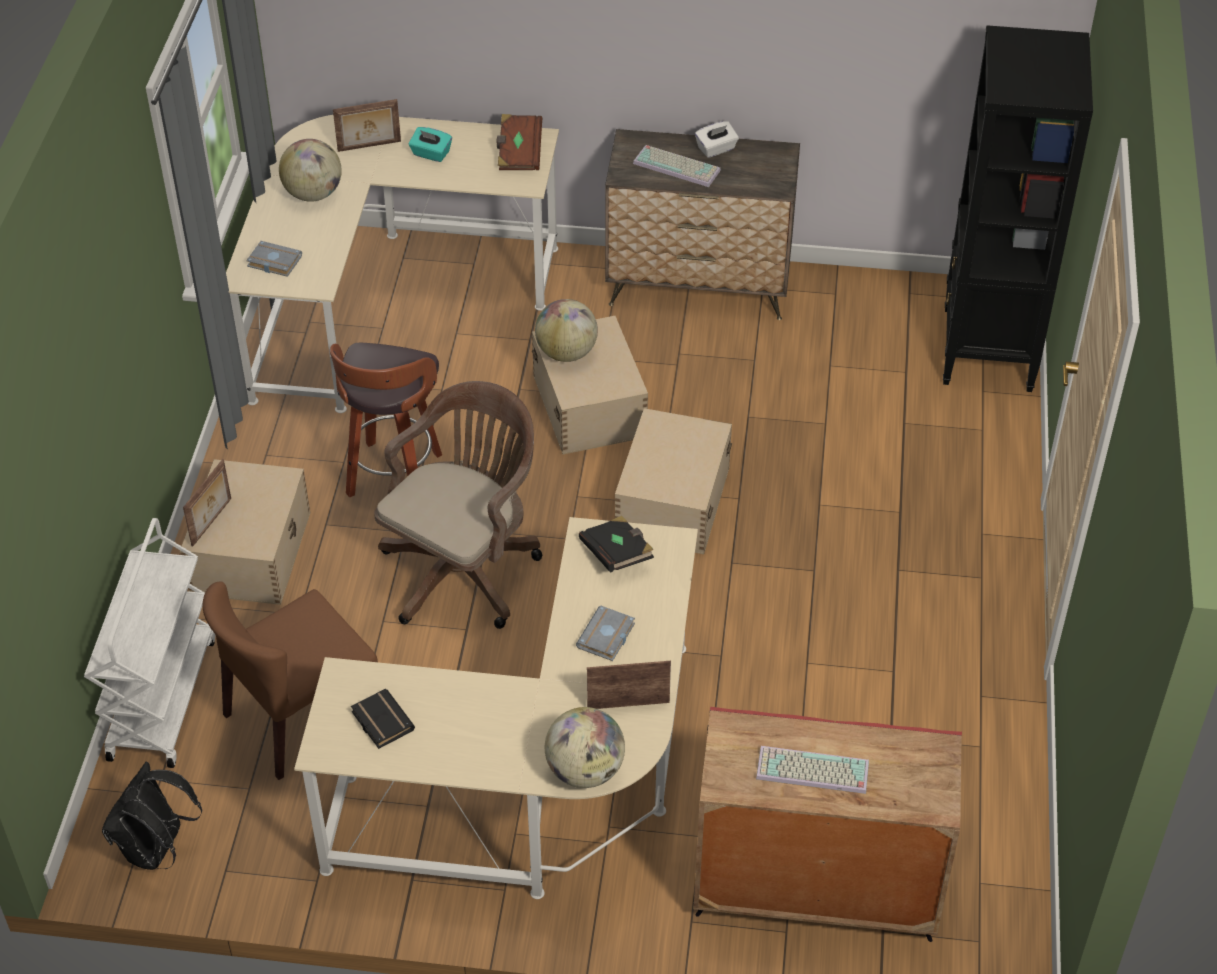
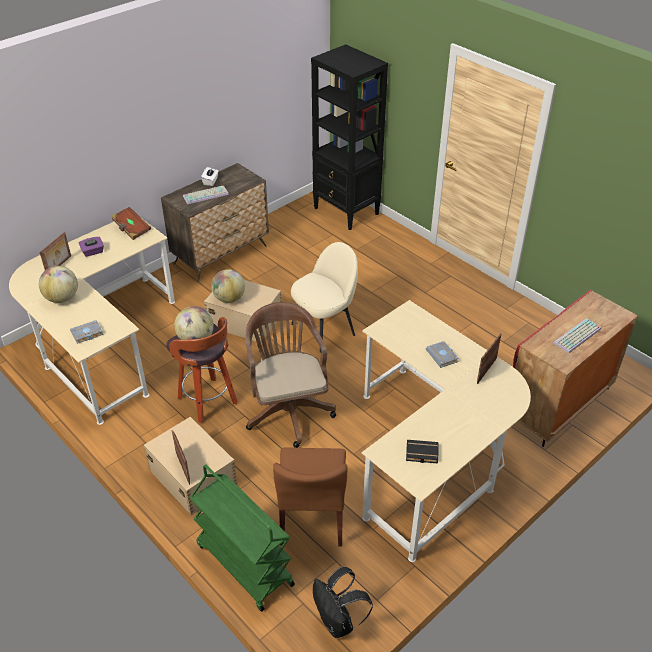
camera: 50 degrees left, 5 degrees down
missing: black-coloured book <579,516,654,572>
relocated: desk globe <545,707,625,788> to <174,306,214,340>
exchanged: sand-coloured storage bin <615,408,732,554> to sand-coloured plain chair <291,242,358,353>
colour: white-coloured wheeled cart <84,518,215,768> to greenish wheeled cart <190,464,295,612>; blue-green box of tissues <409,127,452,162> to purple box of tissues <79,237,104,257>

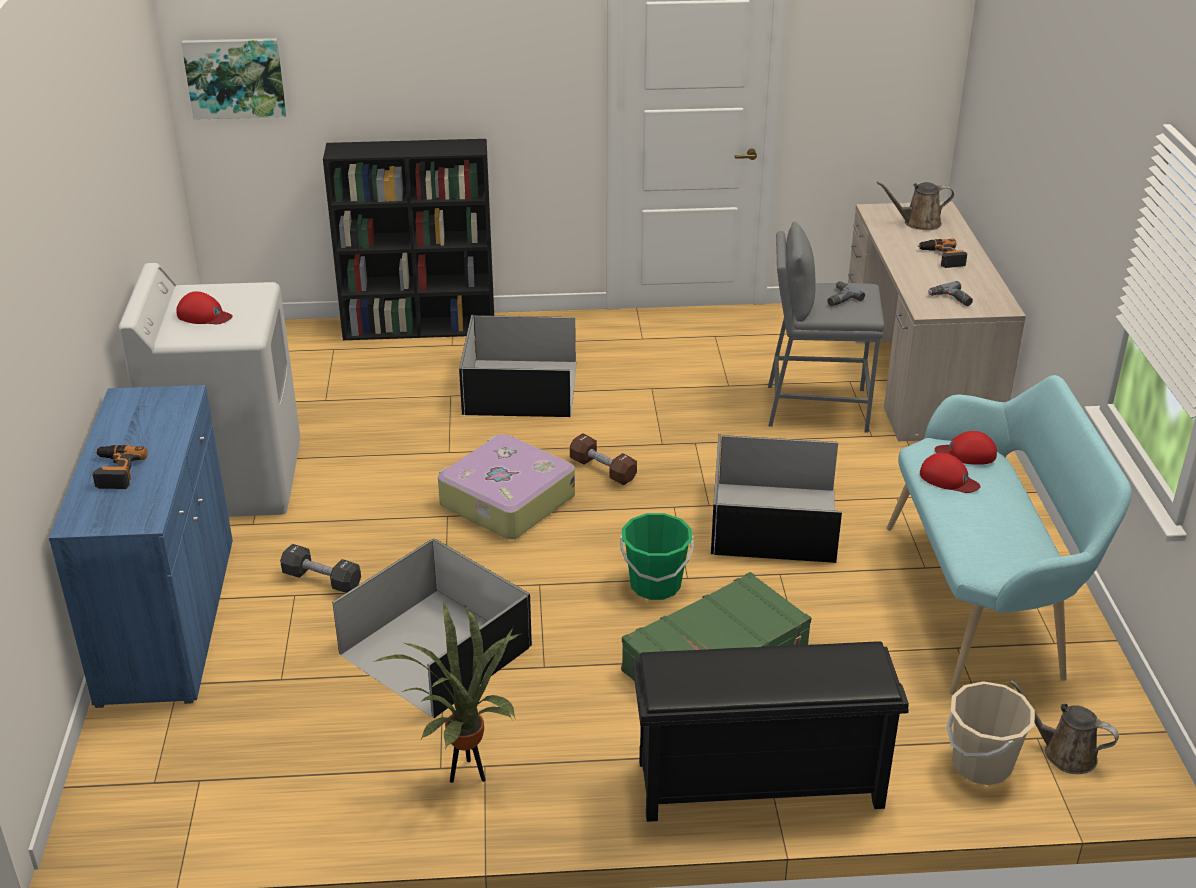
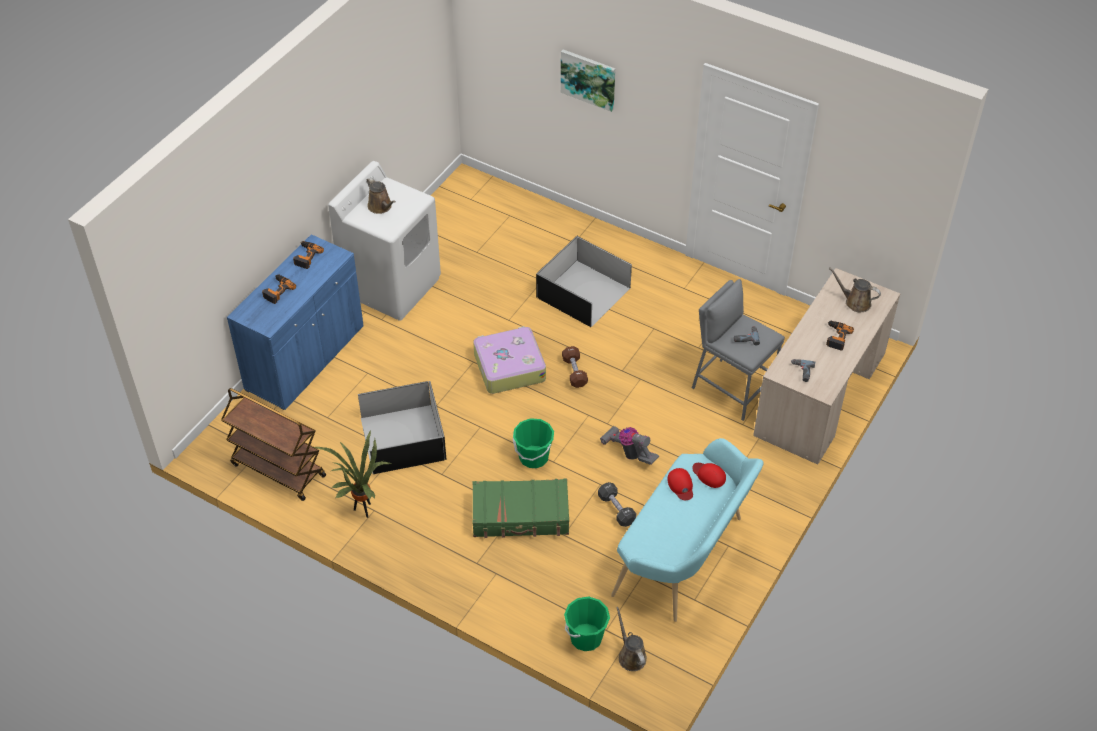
camera: 35 degrees right, 15 degrees up
missing: black-coloured bookshelf <323,139,494,340>; black-coloured shoe stand <632,641,909,822>
appeared: brown-coloured wheeled cart <221,388,326,501>; power drill <293,241,324,269>
relocated: picture <181,38,286,120> to <561,49,615,112>; black-coloured free weight <280,544,361,593> to <598,482,636,527>
exchanged: red peaked cap <176,291,233,324> to brown-coloured watering can <367,177,396,214>; black-coloured storage bin <711,434,842,563> to vacuum cleaner <600,426,659,465>
colour: sand-coloured water bucket <946,681,1035,785> to greenish water bucket <564,596,610,651>

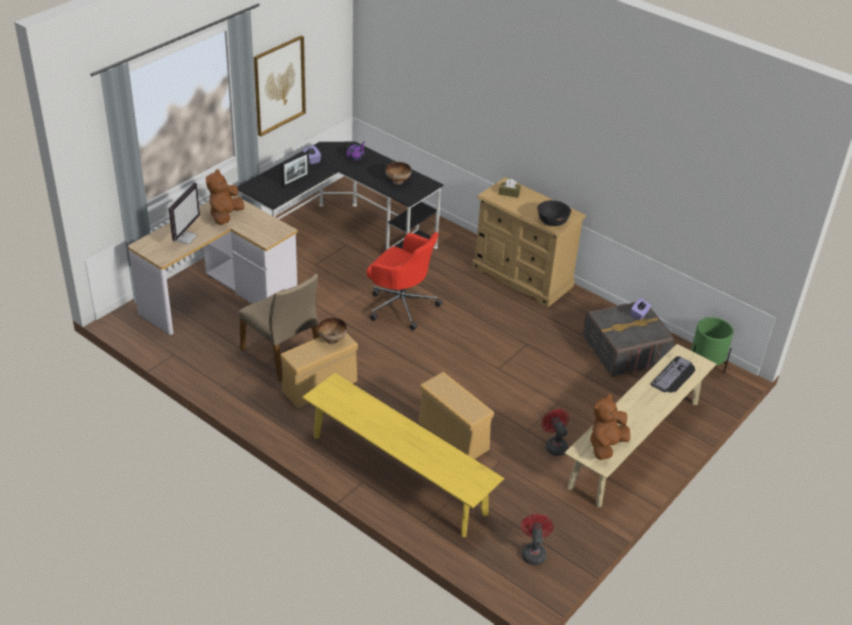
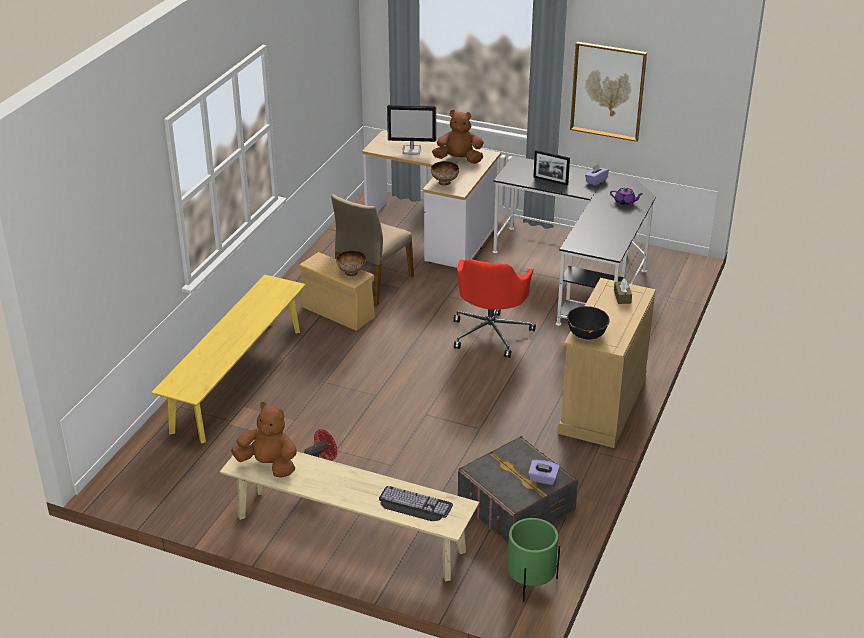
camera: 75 degrees right, 5 degrees down
missing: sand-coloured storage bin <418,372,494,459>; red cooling fan <521,514,553,565>
relocated: serving bowl <386,162,411,185> to <431,161,459,186>

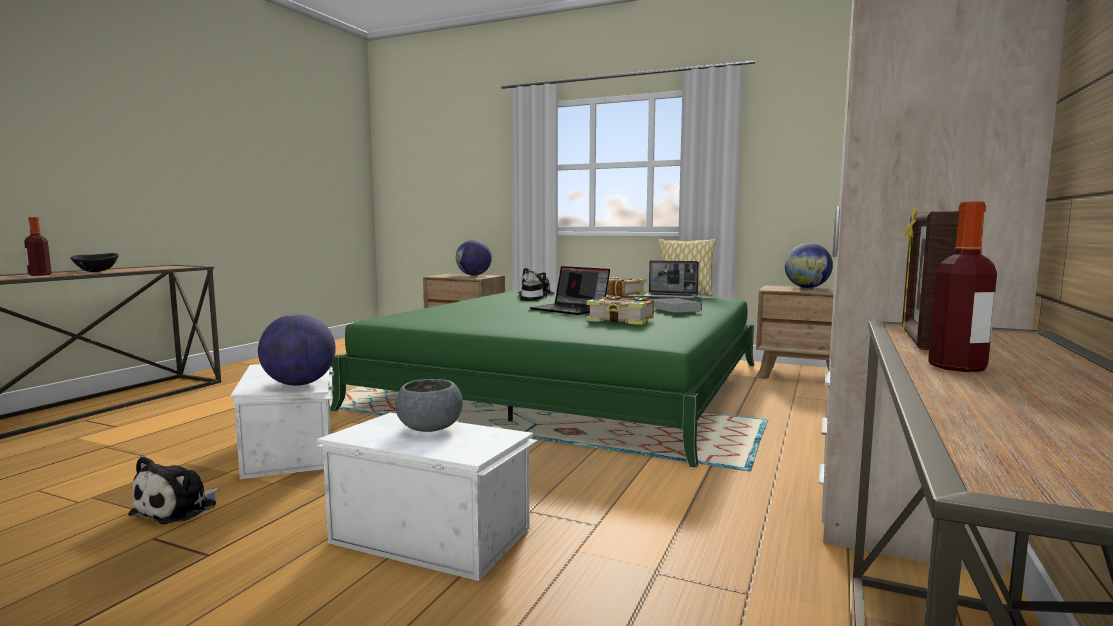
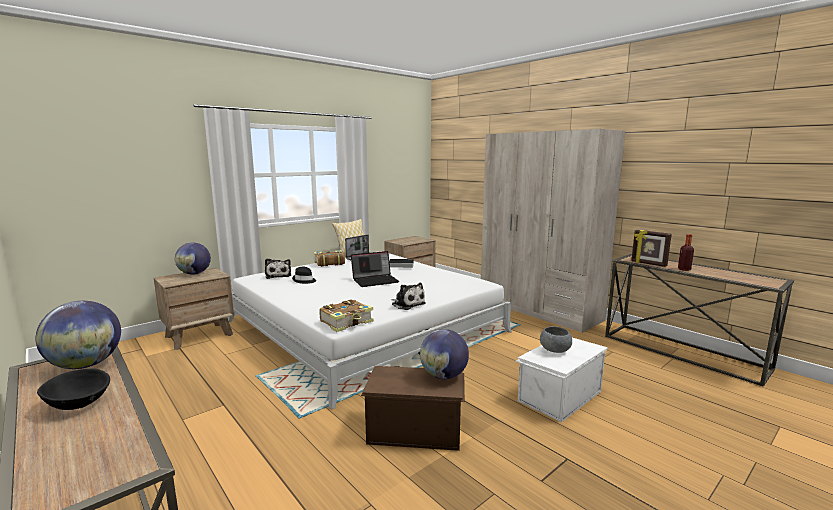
camera: 65 degrees left, 5 degrees up
missing: drink bottle <24,217,52,276>
relocated: plush toy <128,456,220,524> to <391,283,426,310>; book <587,296,654,325> to <319,299,374,332>; desk globe <785,243,833,288> to <36,301,121,369>
colour: white-coloured storage bin <230,364,334,479> to brown-coloured storage bin <361,366,465,451>; greenish bedroom bed <330,291,755,468> to white-coloured bedroom bed <228,252,512,410>

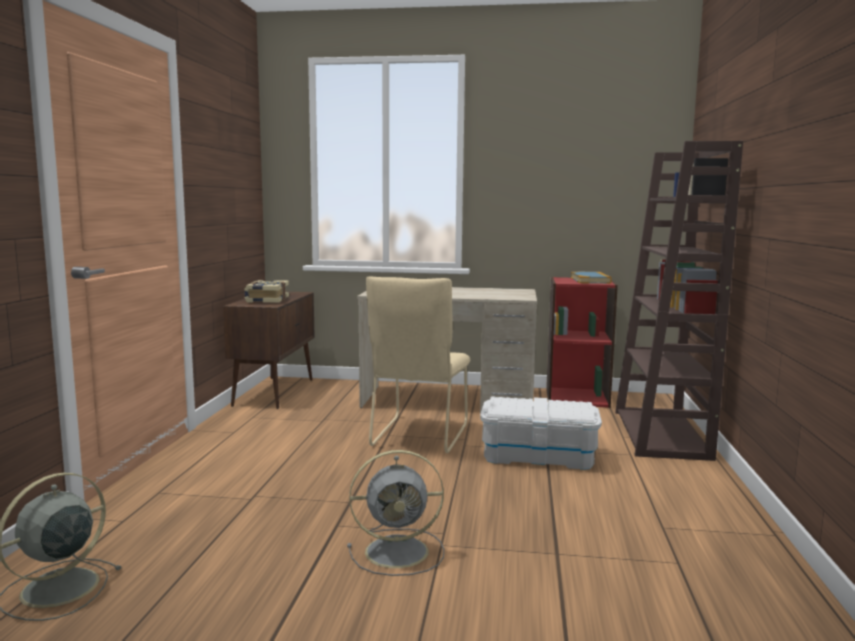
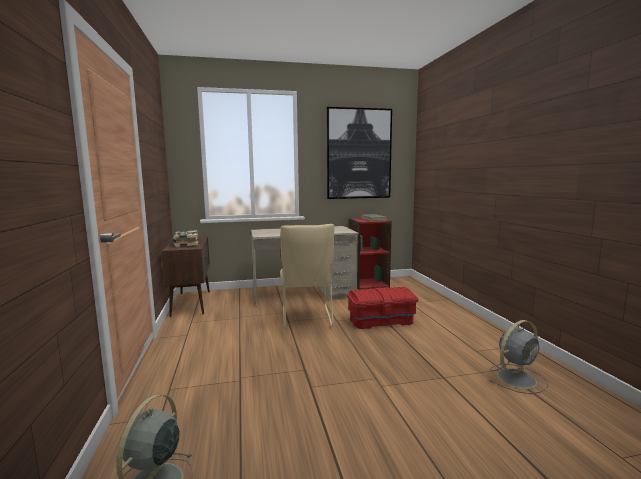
camera: 20 degrees left, 0 degrees up
missing: brown-coloured bookshelf <615,141,743,461>
appeared: picture <327,107,392,199>
relocated: greyish cooling fan <347,450,444,576> to <489,320,548,394>
colour: white-coloured storage bin <480,396,602,470> to red storage bin <347,287,418,329>

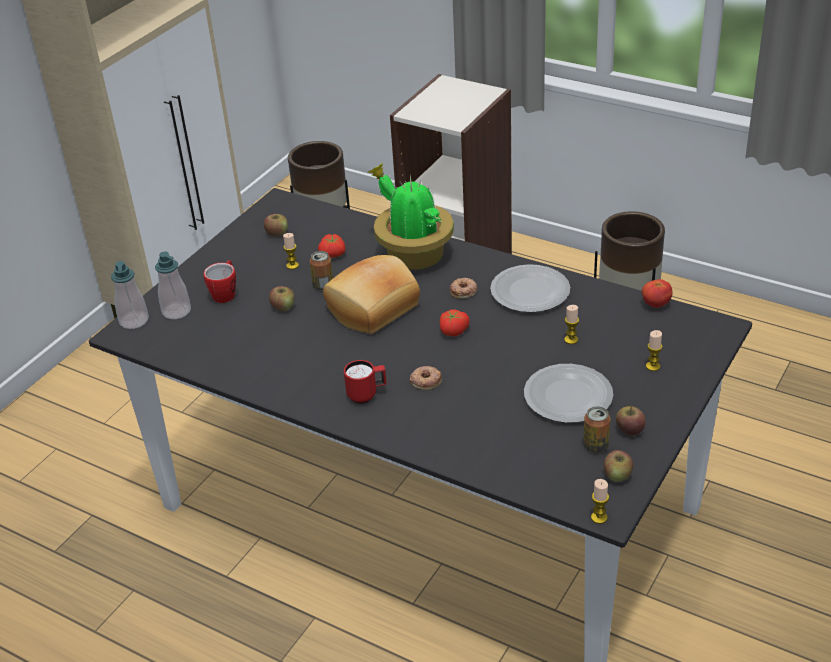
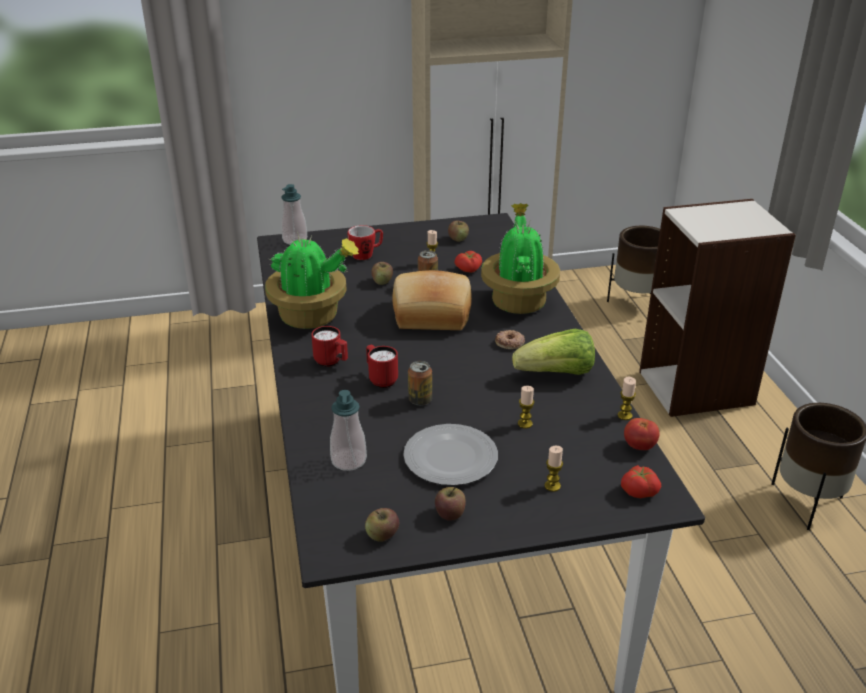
camera: 45 degrees right, 5 degrees down
appeared: plant in a pot <265,235,359,329>
relocated: soap bottle <155,252,191,319> to <330,390,367,471>; tomato <439,310,470,337> to <621,465,661,498>; metal can <583,406,610,453> to <408,361,432,405>; candle <591,479,609,524> to <618,377,636,420>
exchanged: donut <410,366,442,390> to red coffee mug <366,345,398,388>; dinner plate <490,264,570,312> to lettuce head <512,329,595,375>

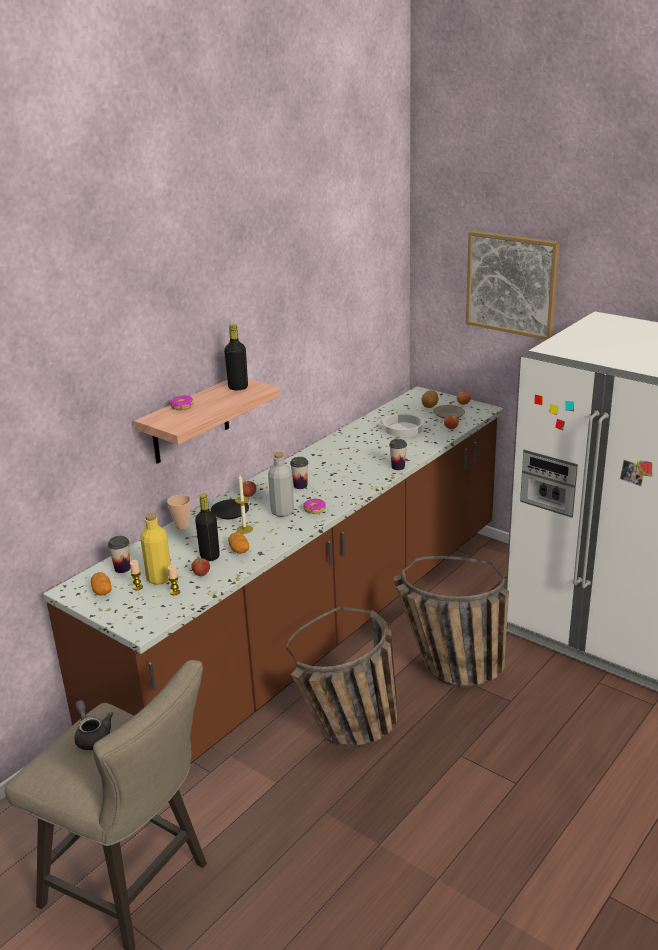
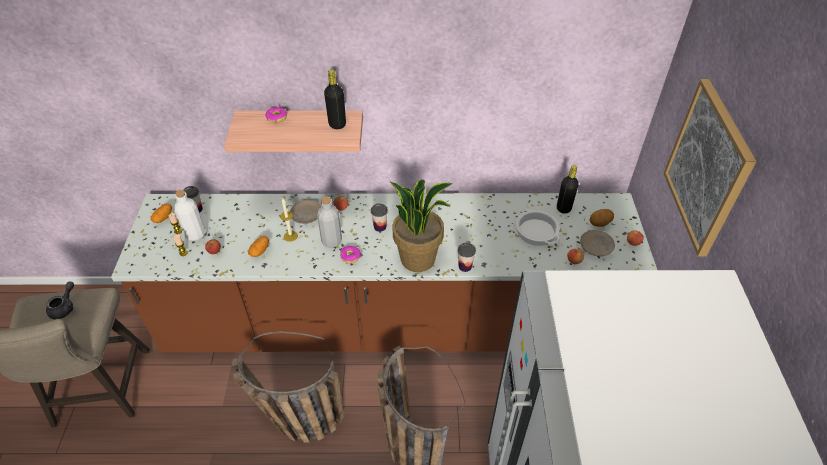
camera: 50 degrees right, 20 degrees up
missing: cup <167,495,191,530>
appeared: plant in a pot <390,180,452,272>
relocated: black-coloured drink bottle <195,494,220,561> to <557,165,579,214>
colour: yellowish drink bottle <141,513,171,585> to white-coloured drink bottle <175,190,206,241>; black-coloured dinner plate <211,499,249,519> to sand-coloured dinner plate <290,200,321,224>

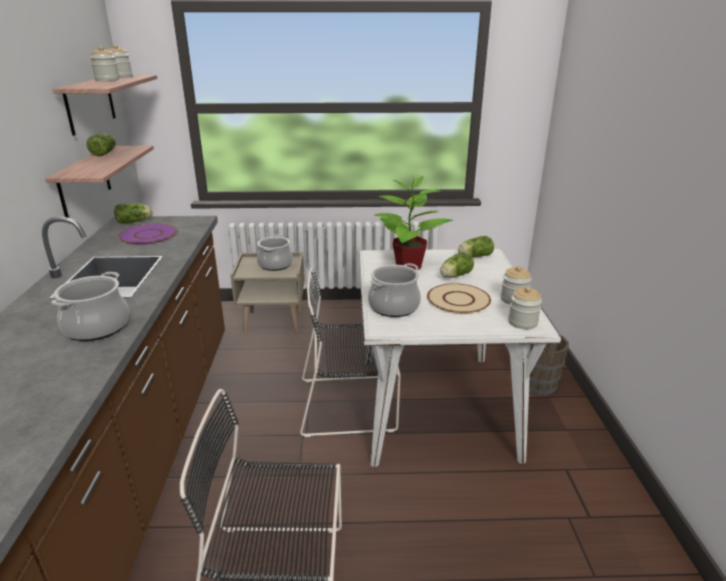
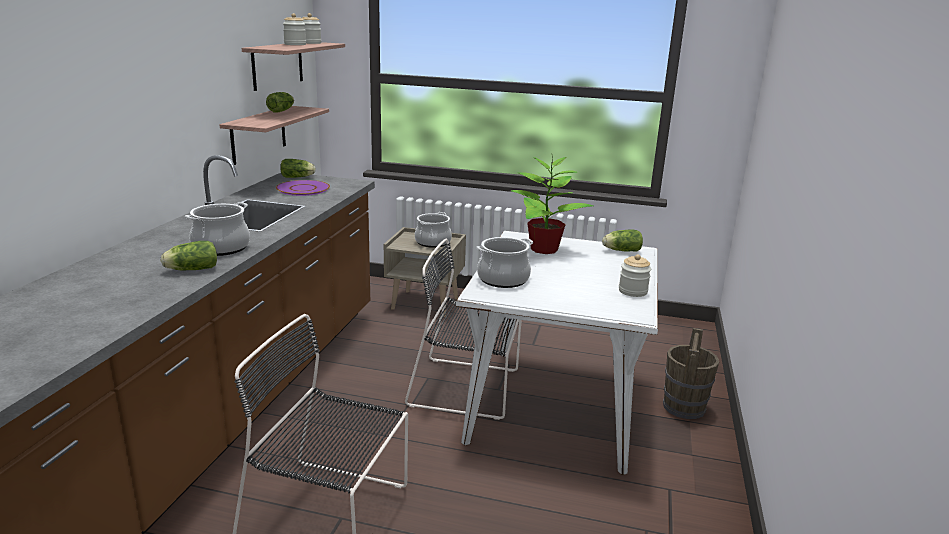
camera: 15 degrees right, 5 degrees down
missing: sand-coloured dinner plate <427,283,491,314>; storage jar <508,286,542,329>
relocated: lettuce head <440,252,474,278> to <161,241,217,270>

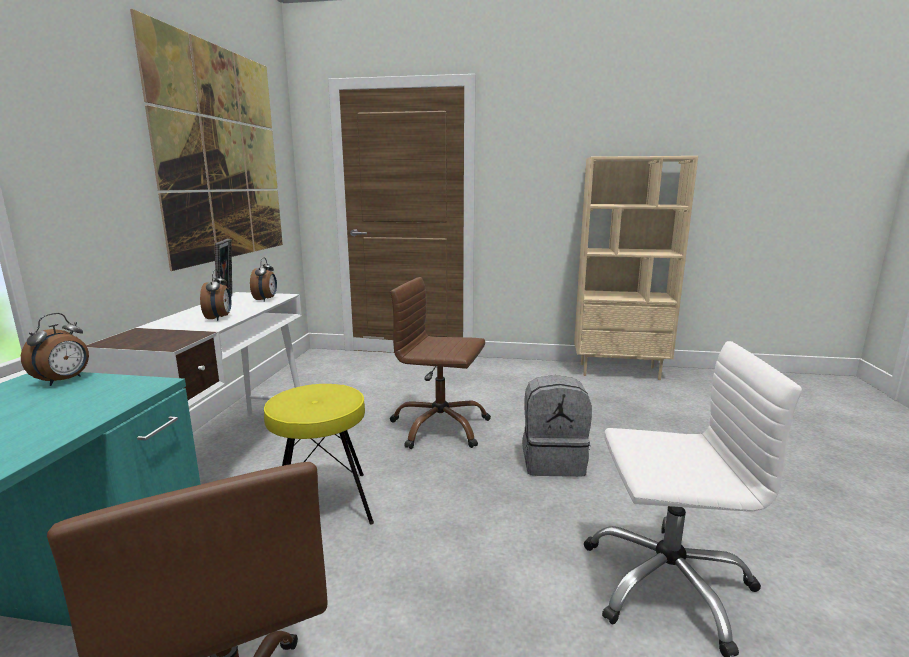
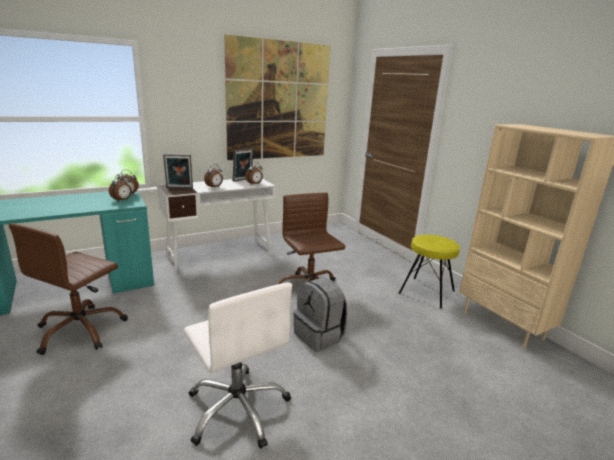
camera: 50 degrees right, 5 degrees up
appeared: alarm clock <109,174,132,201>; standing frame <163,154,193,188>
relocated: yellowish stool <264,384,374,525> to <398,235,460,309>

